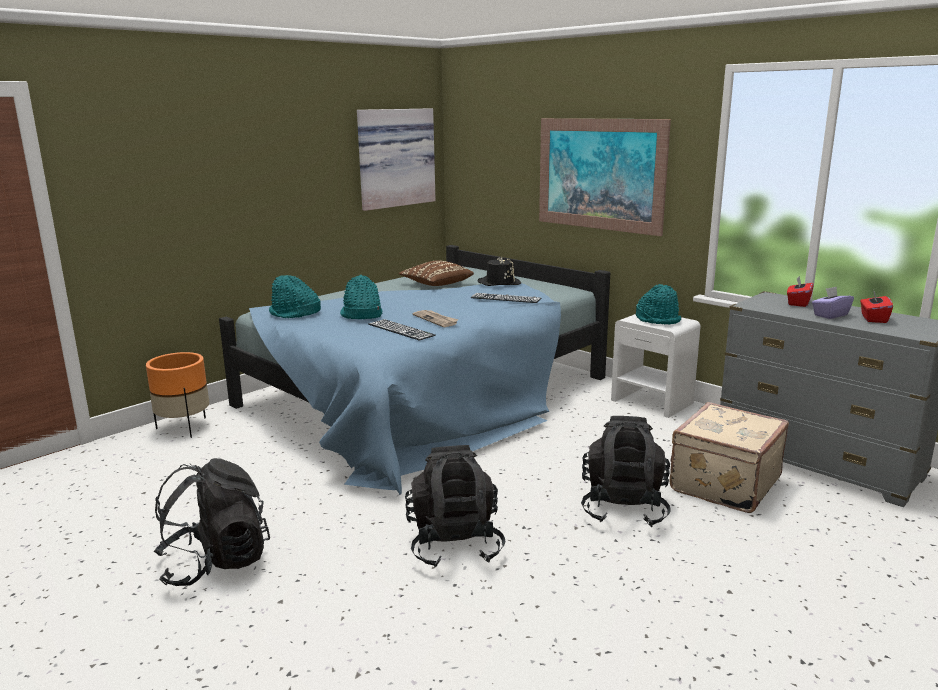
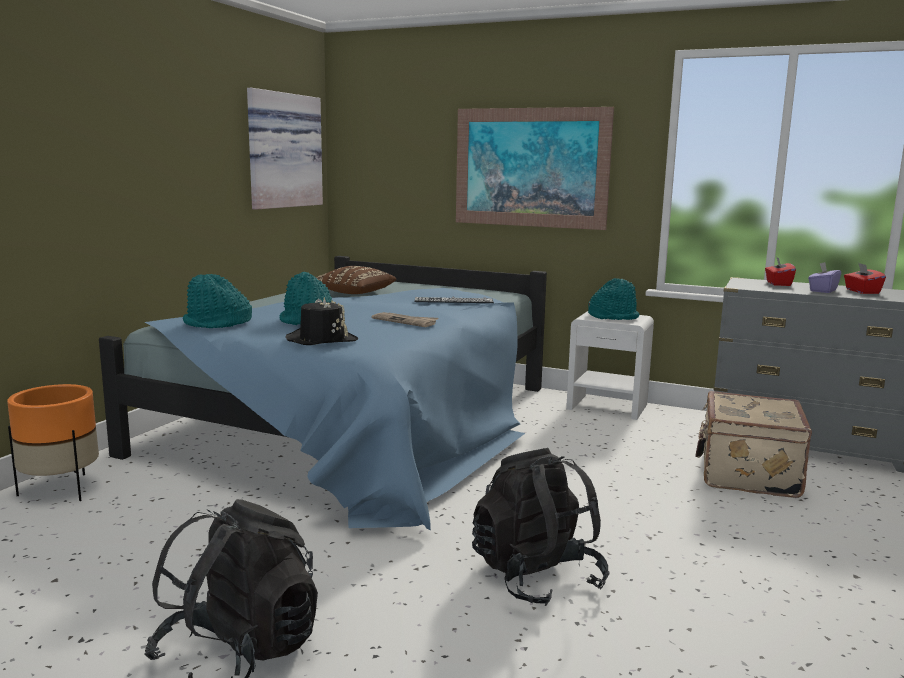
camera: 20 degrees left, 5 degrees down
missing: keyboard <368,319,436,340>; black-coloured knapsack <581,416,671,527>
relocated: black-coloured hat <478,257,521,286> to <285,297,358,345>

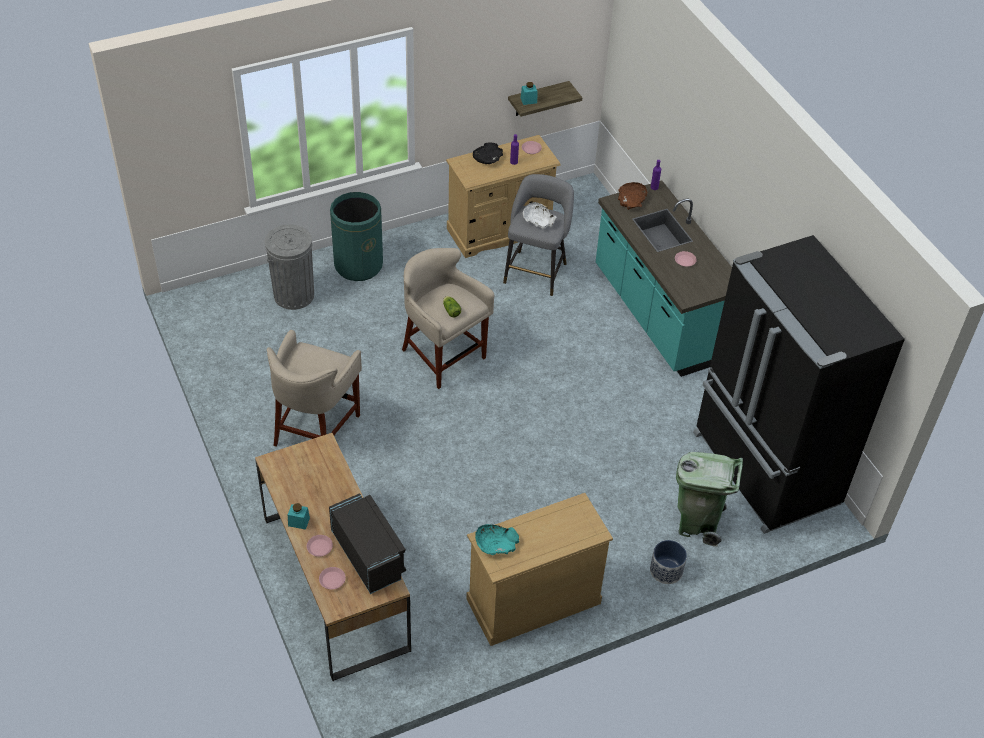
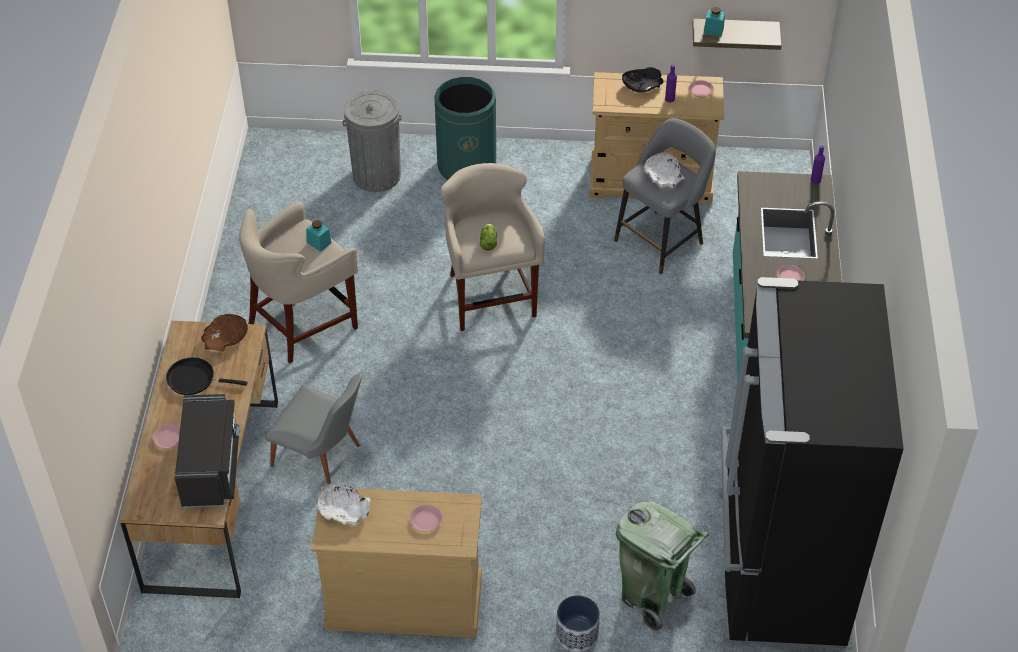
camera: 30 degrees right, 0 degrees up
appeared: black-coloured skillet <166,357,248,395>; greyish plain chair <265,373,363,484>
relocated: blue-green storage jar <288,503,310,530> to <306,220,331,251>; pink-coloured dinner plate <319,567,346,590> to <410,505,442,531>; brown-coloured serving bowl <618,182,647,210> to <201,314,248,352>
colour: blue-green serving bowl <475,524,519,555> to white-coloured serving bowl <318,482,371,525>

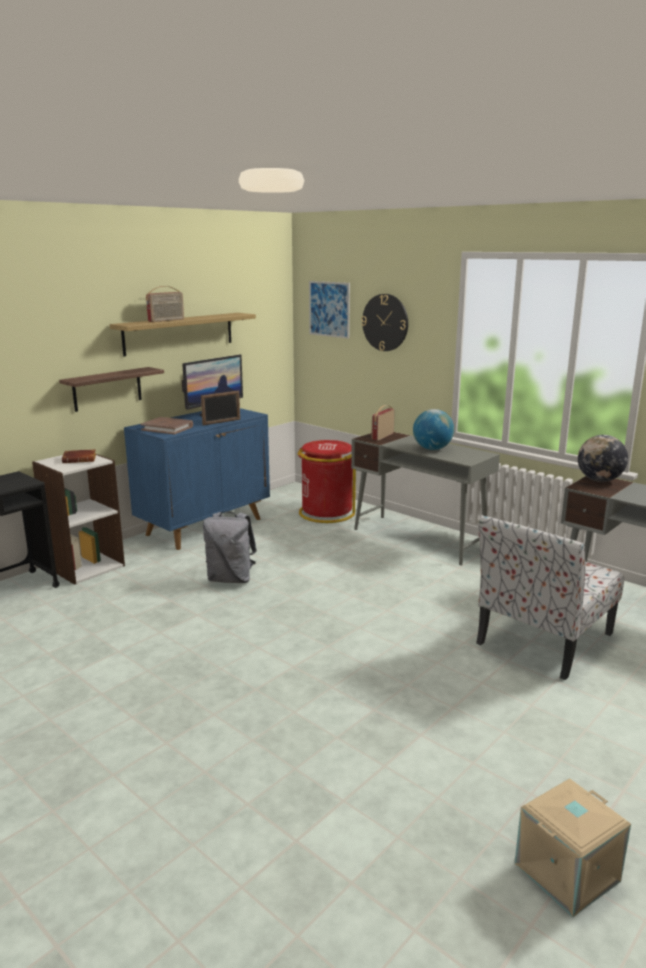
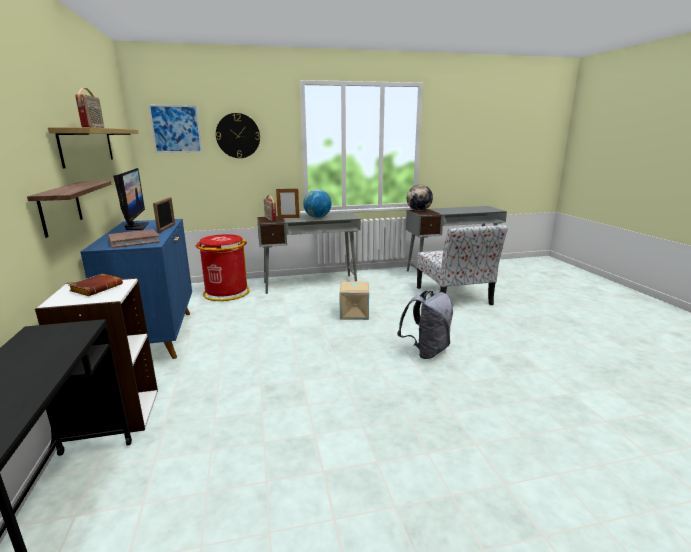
camera: 55 degrees left, 0 degrees up
appeared: standing frame <276,188,299,218>
relocated: greyish knapsack <203,511,257,583> to <397,290,453,359>; sand-coloured storage bin <514,778,631,917> to <339,281,369,320>

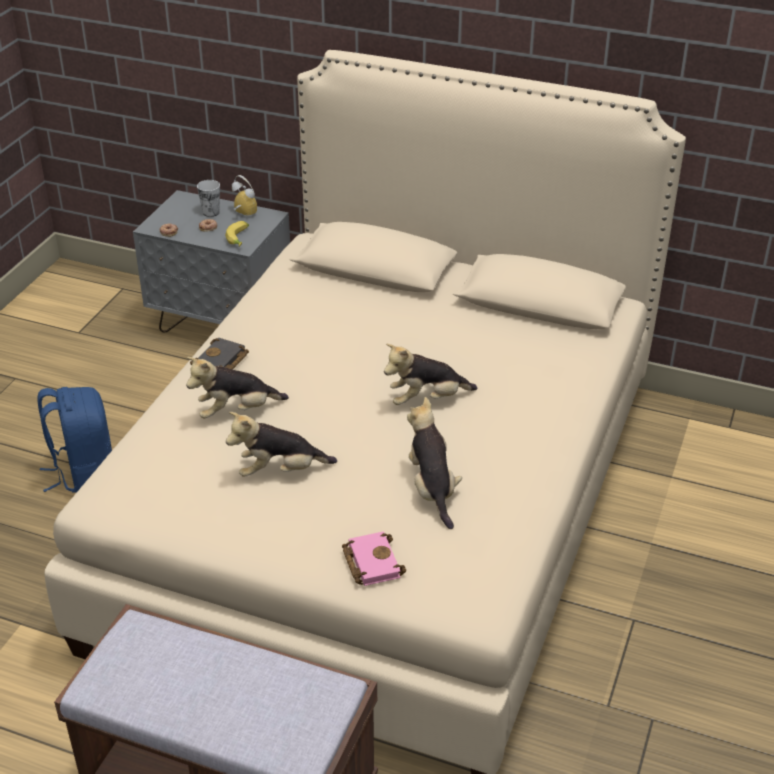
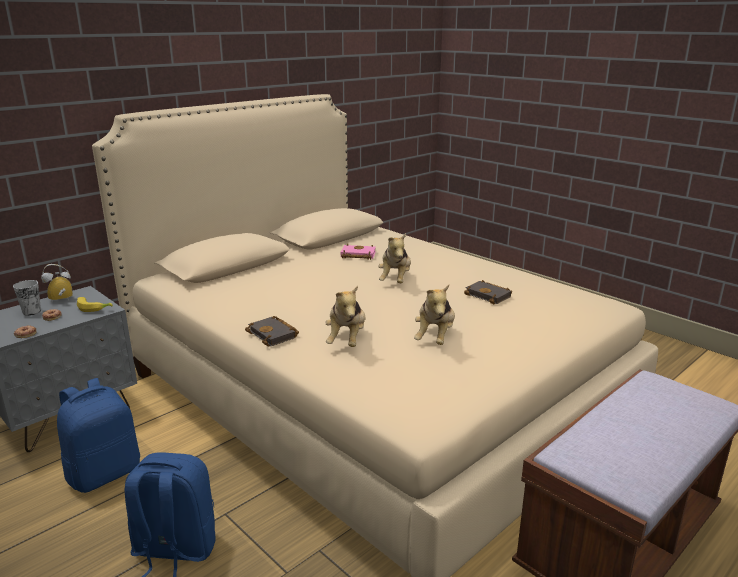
camera: 65 degrees left, 15 degrees down
appeared: bluish knapsack <57,378,140,493>
relocated: pink-coloured book <342,531,407,586> to <341,244,376,260>
exchanged: plush toy <407,397,462,529> to black-coloured book <464,280,512,304>

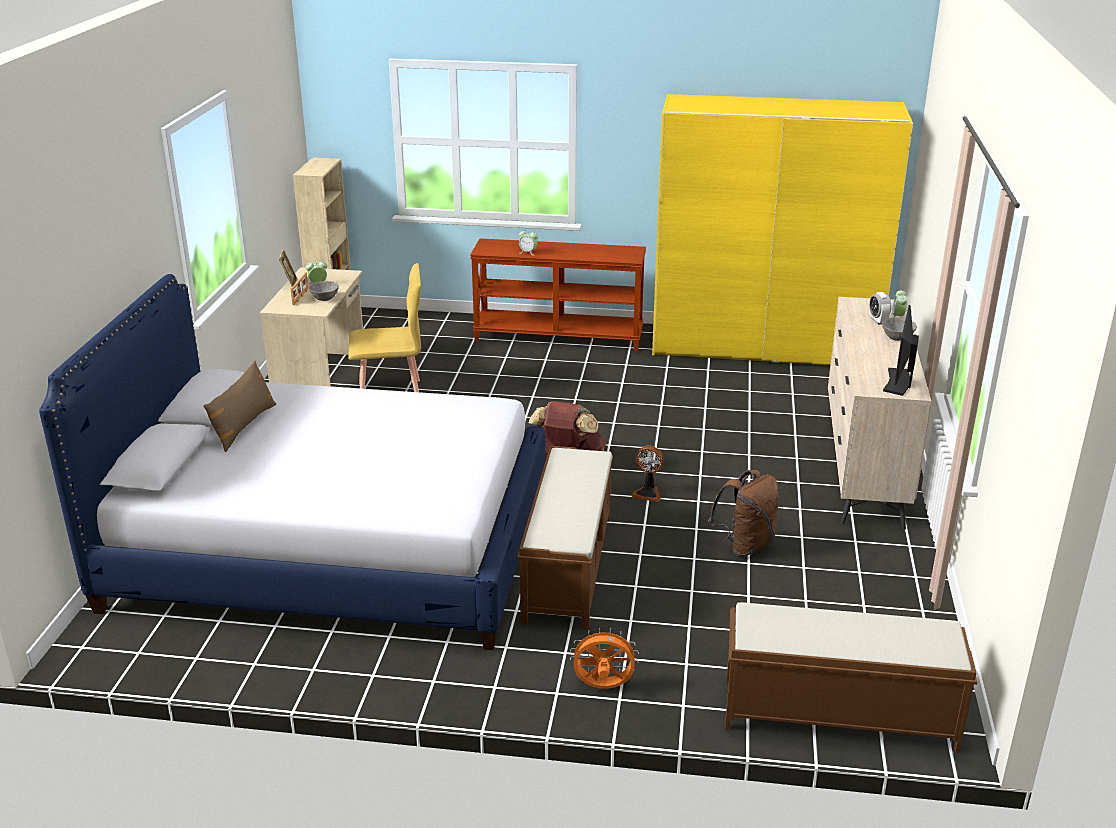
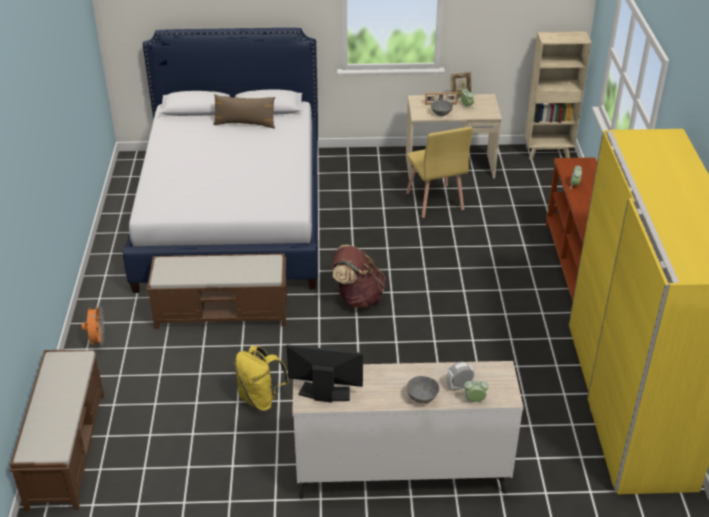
camera: 80 degrees right, 10 degrees up
missing: cooling fan <631,446,664,502>
colour: brown-coloured knapsack <708,470,779,556> to yellowish knapsack <235,346,289,411>

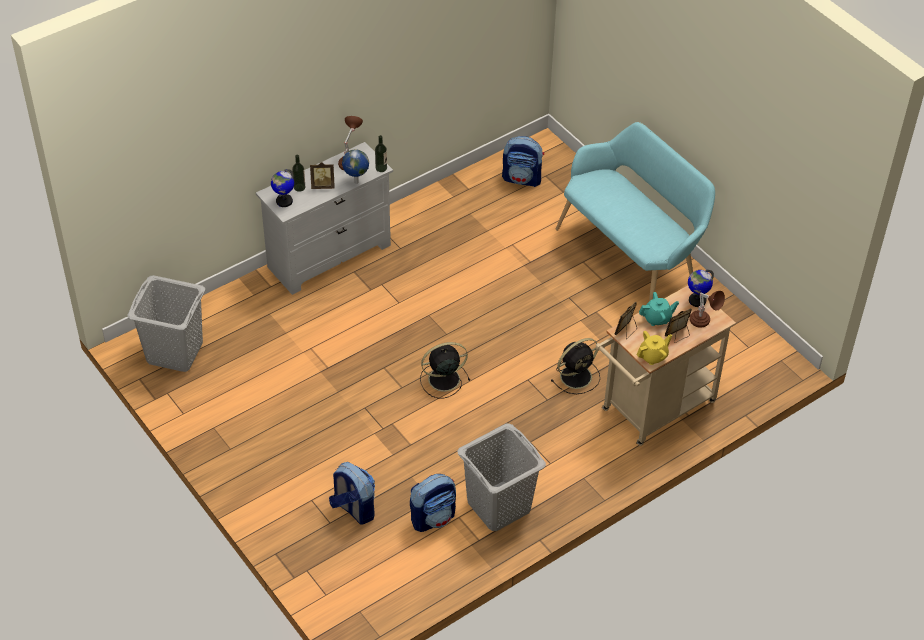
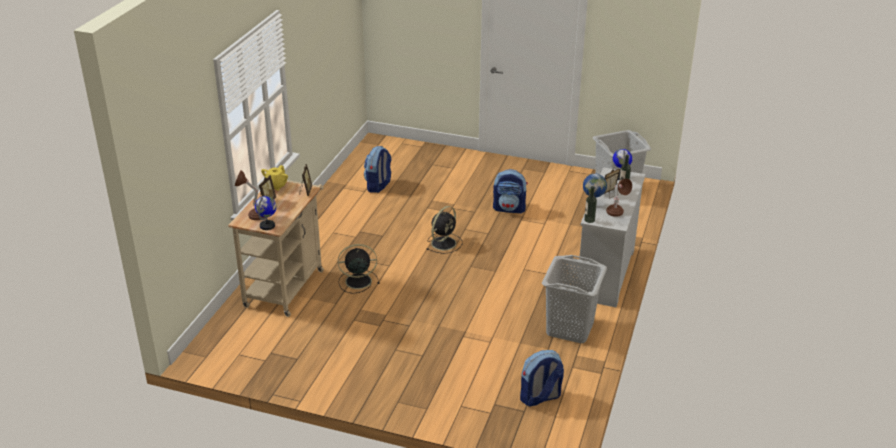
camera: 145 degrees right, 15 degrees down
missing: blue-green indoor bench <556,122,715,301>; blue-green pot for tea <639,292,679,326>
relocated: knapsack <329,462,375,525> to <493,169,528,214>; greyish hamper <457,423,546,531> to <542,255,607,343>
spun: black-coloured cooling fan <551,338,600,394> = <338,244,379,294> 60 degrees clockwise

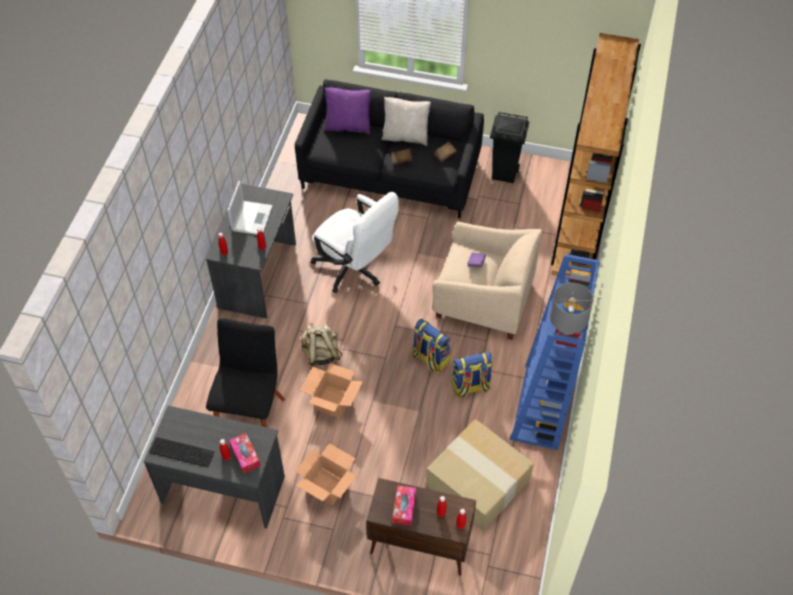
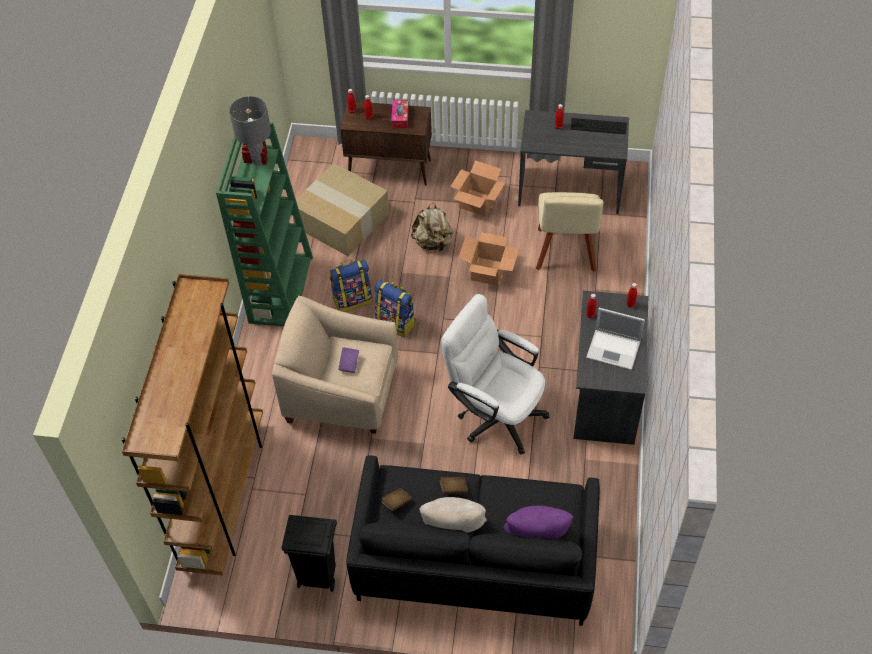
camera: 175 degrees right, 0 degrees up
missing: box of tissues <229,433,260,474>
relocated: sand-coloured knapsack <301,323,342,367> to <411,203,453,252>
colour: black-coloured plain chair <206,318,285,427> to sand-coloured plain chair <536,192,604,272>; bluish bookshelf <510,254,600,450> to greenish bookshelf <216,120,313,327>
spun: laptop <228,181,273,235> = <586,308,645,370> 75 degrees counterclockwise

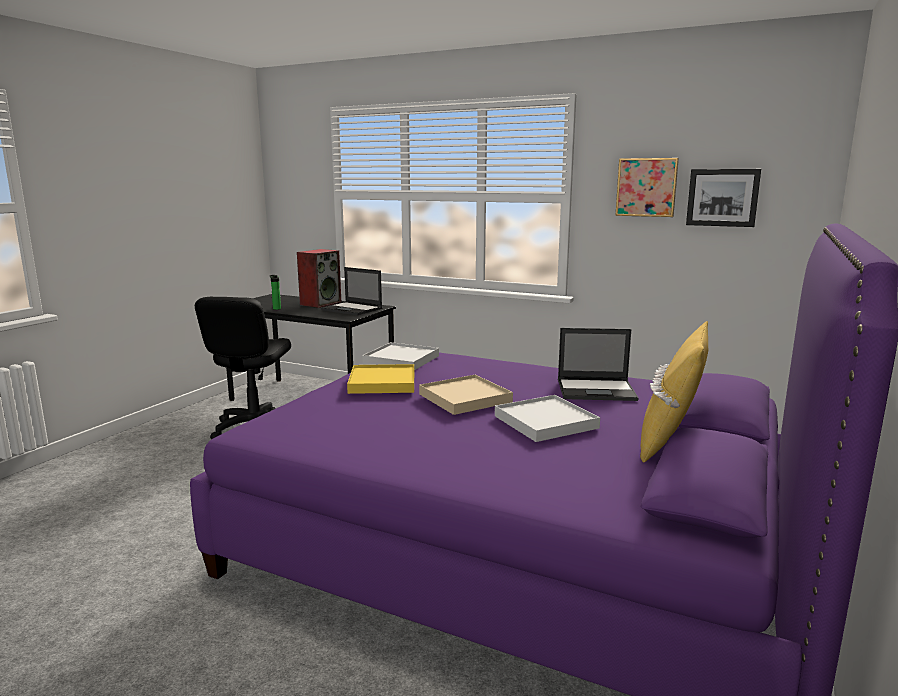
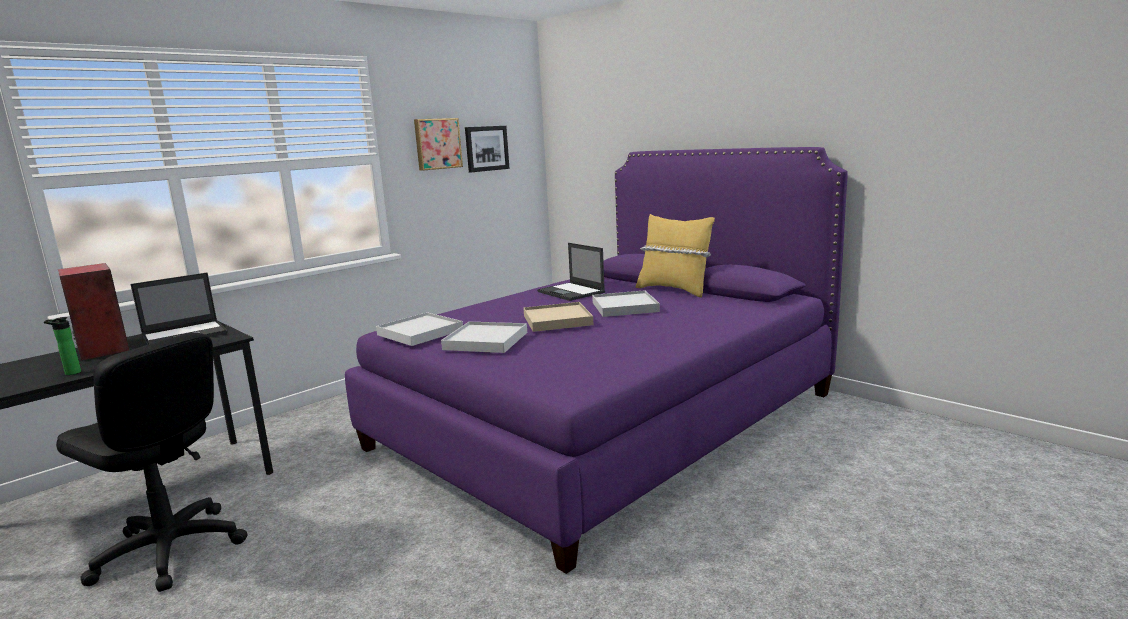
camera: 70 degrees left, 0 degrees up
colour: yellowish carrying tray <347,364,414,394> to white-coloured carrying tray <441,322,527,353>
spun: laptop <558,328,639,401> = <537,243,605,301> 120 degrees clockwise

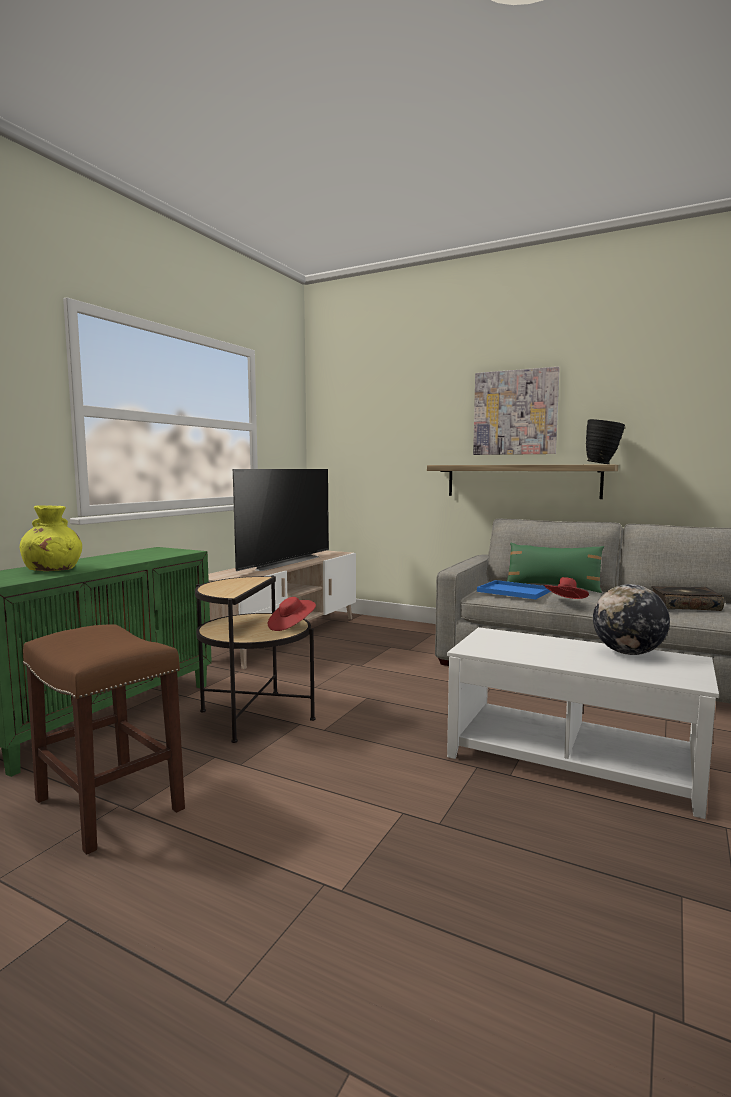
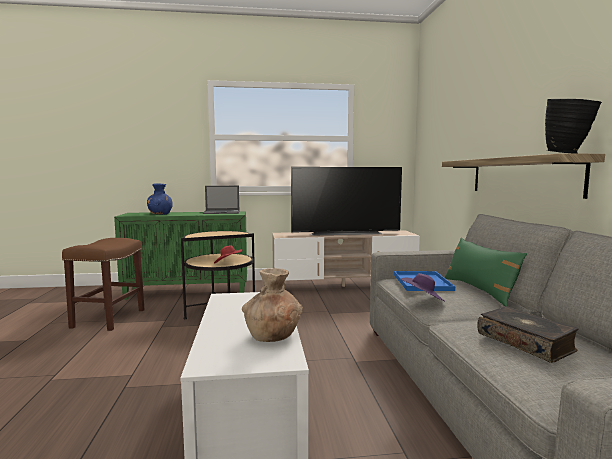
camera: 55 degrees right, 0 degrees up
missing: picture <473,367,560,455>
appeared: laptop <203,186,239,214>
exchanged: desk globe <593,584,670,655> to brown-coloured flower vase <242,268,303,342>
colour: yellowish flower vase <20,505,82,571> to bluish flower vase <147,183,173,214>; red hat <544,577,589,599> to purple hat <400,273,445,302>

